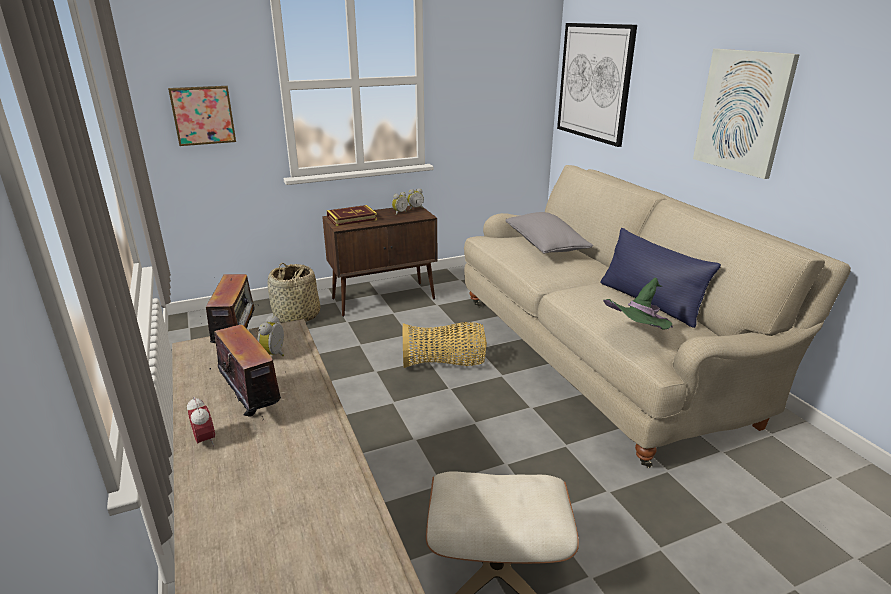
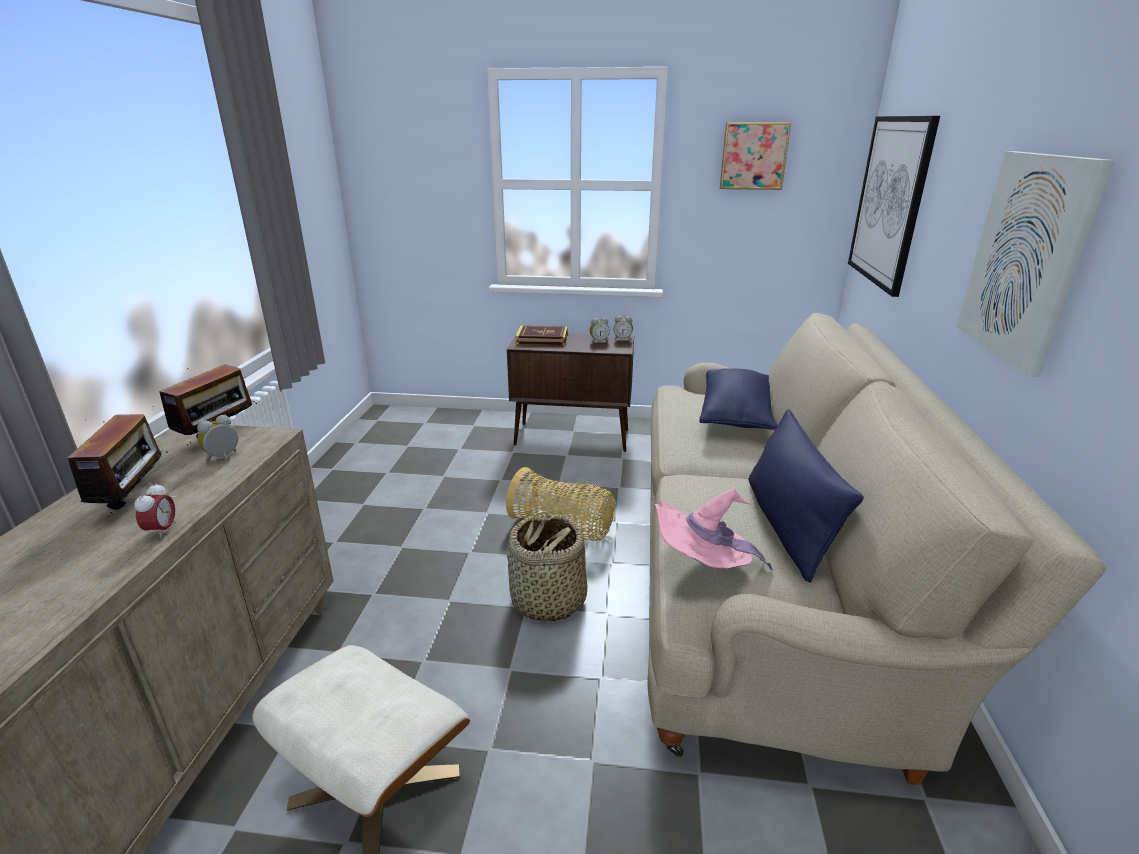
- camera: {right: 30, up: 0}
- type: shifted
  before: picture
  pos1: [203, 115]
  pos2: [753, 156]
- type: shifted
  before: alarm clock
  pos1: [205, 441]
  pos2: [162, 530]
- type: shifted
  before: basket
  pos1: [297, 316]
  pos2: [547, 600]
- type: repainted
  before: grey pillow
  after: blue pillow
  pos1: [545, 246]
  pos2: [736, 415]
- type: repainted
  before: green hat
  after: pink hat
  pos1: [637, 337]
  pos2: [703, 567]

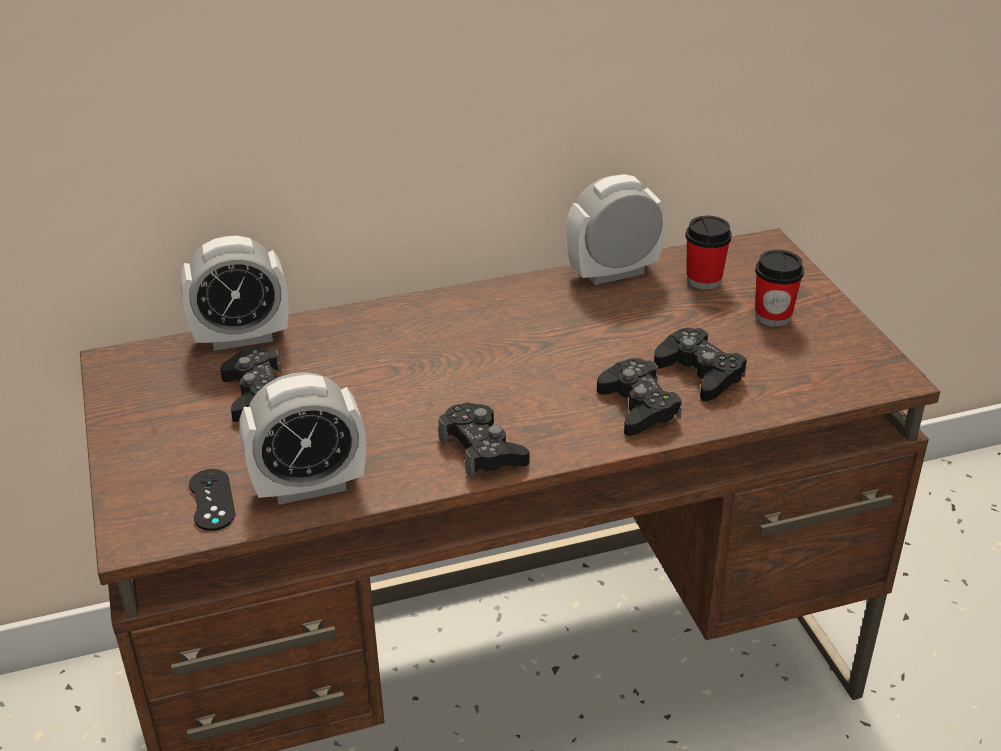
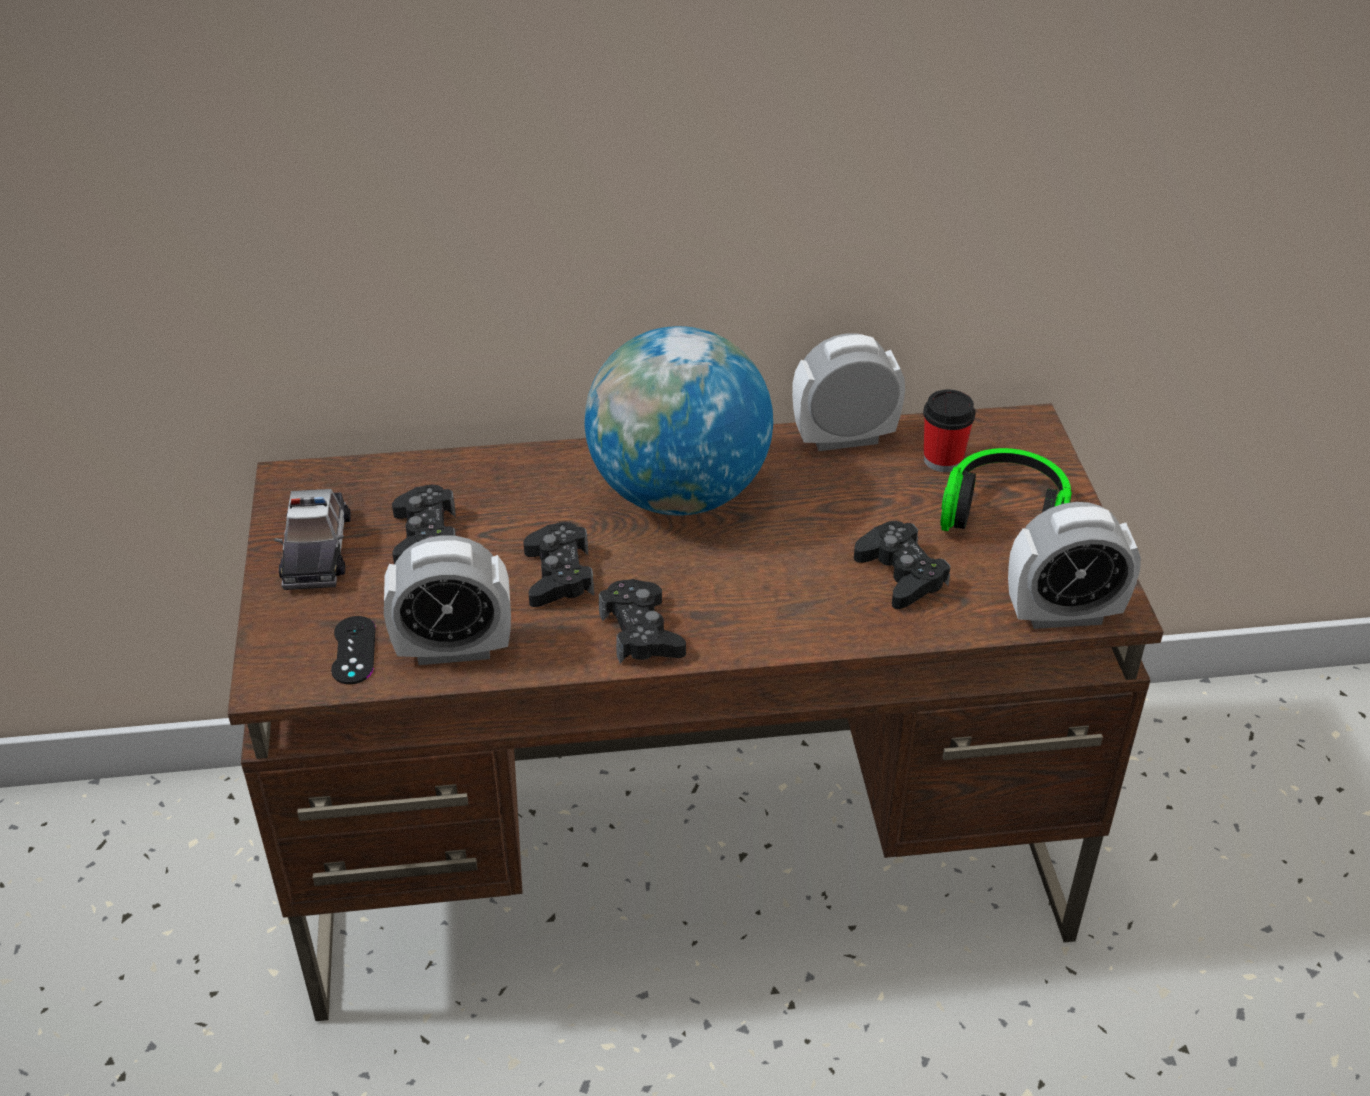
- camera: {right: 10, up: 5}
- type: new
  after: toy car
  pos2: [315, 550]
- type: new
  after: globe
  pos2: [678, 494]
- type: shifted
  before: alarm clock
  pos1: [242, 337]
  pos2: [1063, 614]
- type: shifted
  before: black game controller
  pos1: [638, 406]
  pos2: [558, 575]
- type: swapped
  before: cup
  after: headphones
  pos1: [773, 316]
  pos2: [1006, 515]

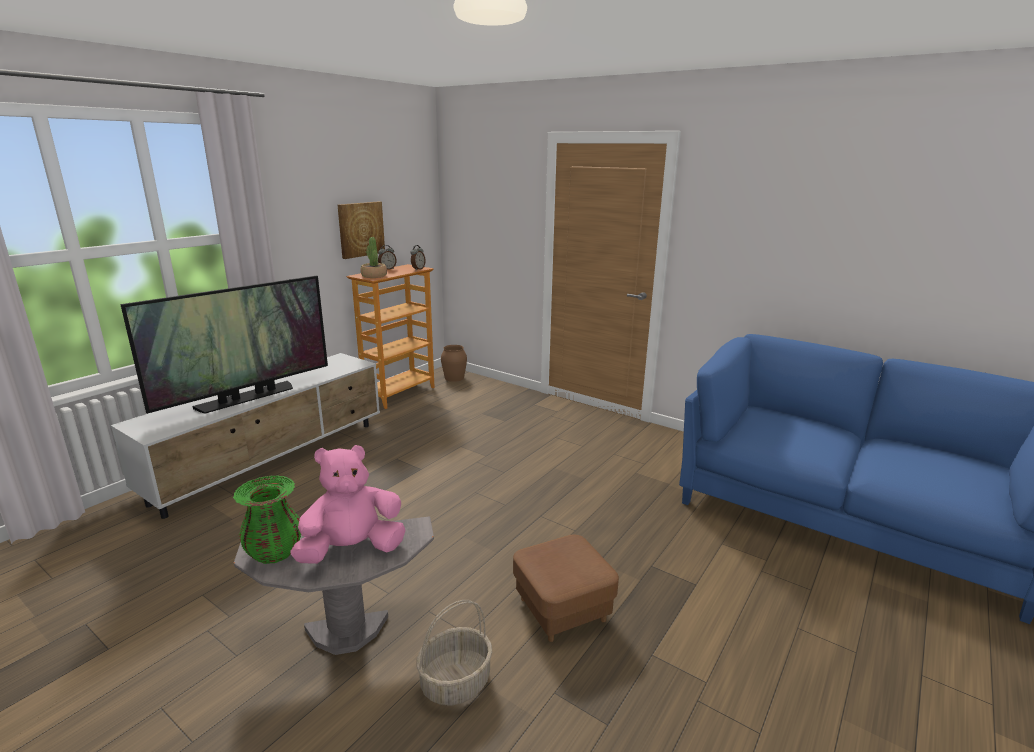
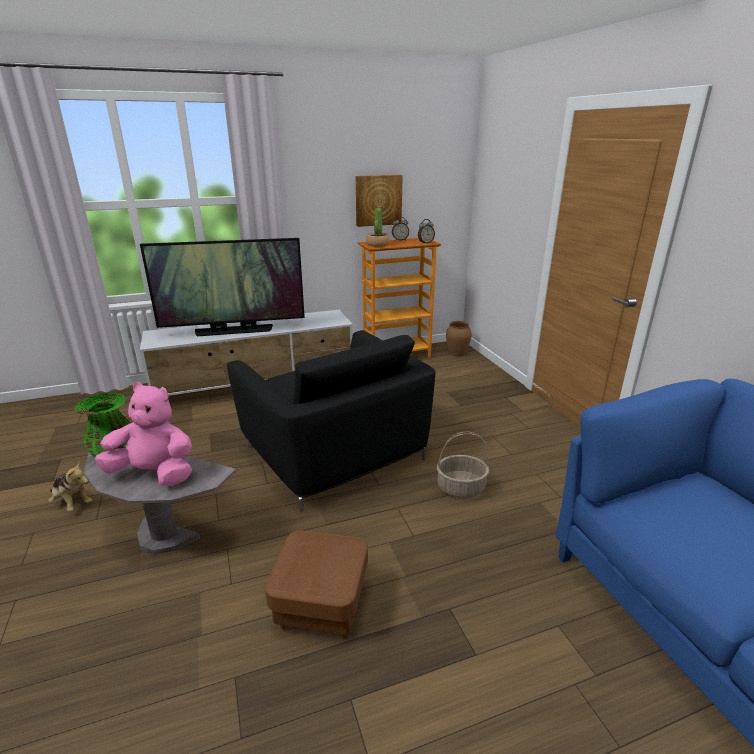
- camera: {right: 35, up: 5}
- type: new
  after: plush toy
  pos2: [72, 503]
- type: new
  after: black armchair
  pos2: [334, 453]
- type: shifted
  before: basket
  pos1: [456, 682]
  pos2: [461, 488]

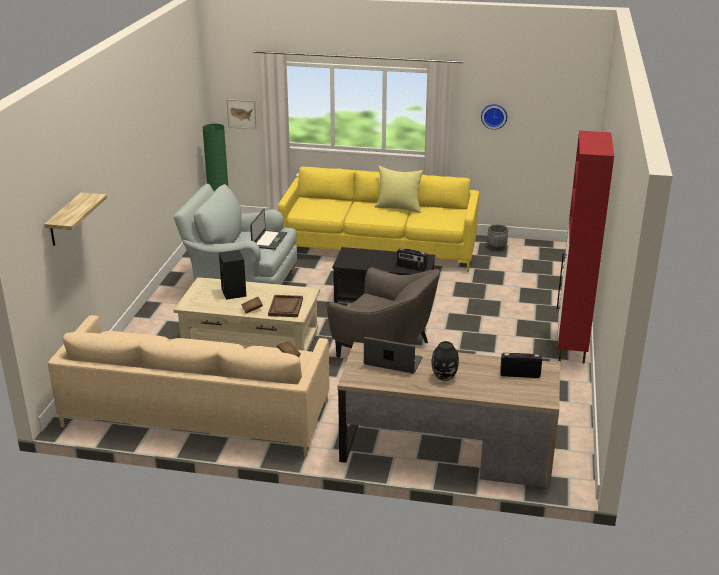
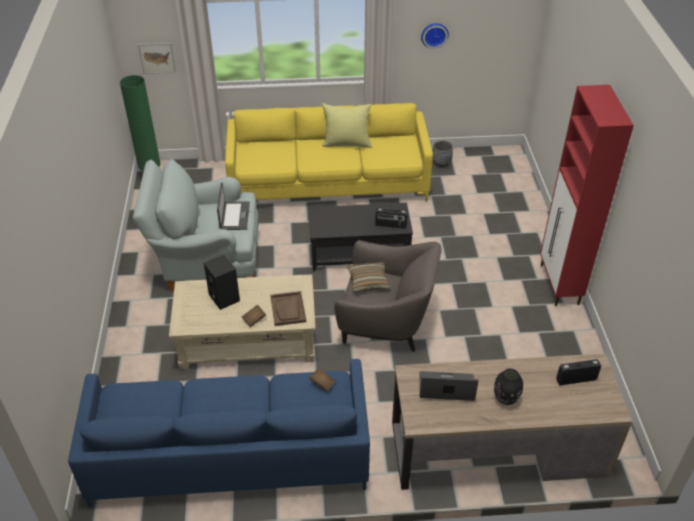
- camera: {right: -15, up: 15}
- type: gone
  before: shelf
  pos1: [64, 220]
- type: new
  after: pillow
  pos2: [368, 281]
- type: repainted
  before: beige sofa
  after: blue sofa
  pos1: [197, 413]
  pos2: [230, 454]

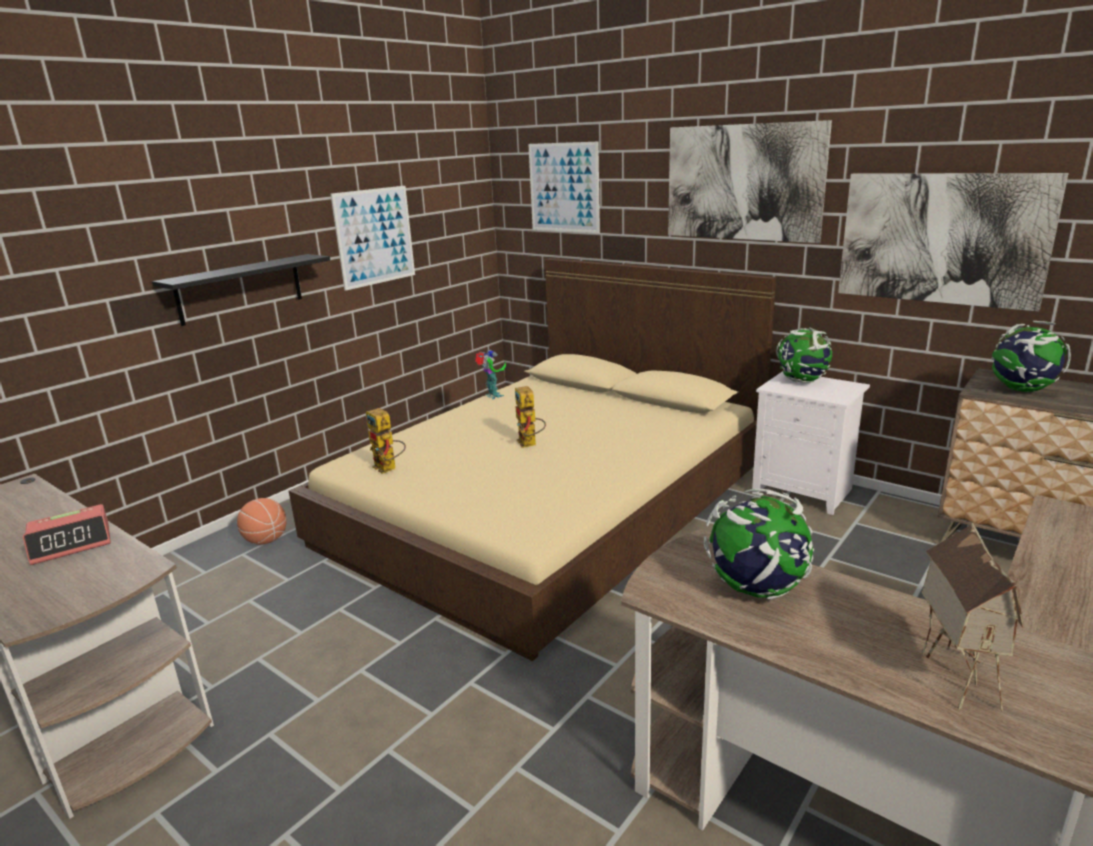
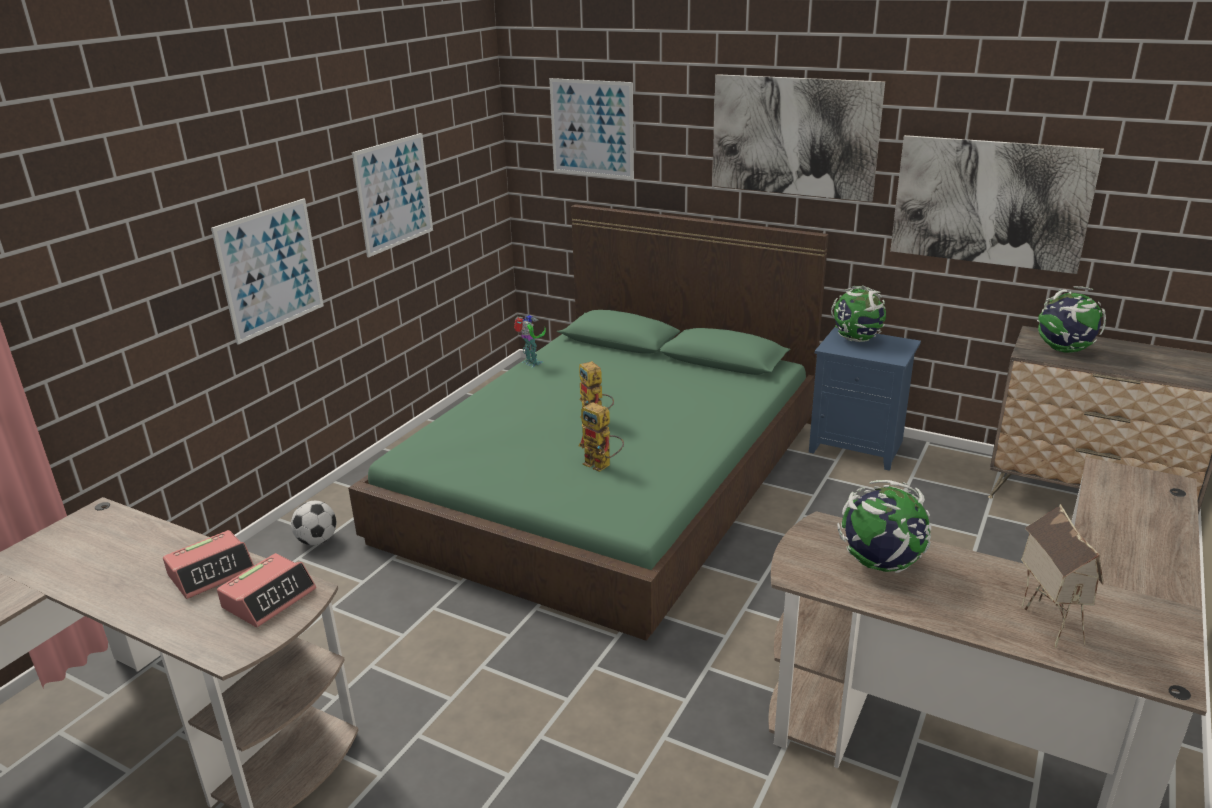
- camera: {right: -10, up: 5}
- type: new
  after: alarm clock
  pos2: [269, 598]
- type: shifted
  before: toy robot
  pos1: [389, 469]
  pos2: [602, 465]
- type: swapped
  before: black shelf
  after: picture
  pos1: [240, 289]
  pos2: [270, 269]
- type: swapped
  before: basketball
  after: football
  pos1: [266, 540]
  pos2: [317, 541]
- type: repainted
  before: beige bed
  after: green bed
  pos1: [550, 503]
  pos2: [609, 476]
- type: repainted
  before: white nightstand
  after: blue nightstand
  pos1: [804, 491]
  pos2: [858, 447]

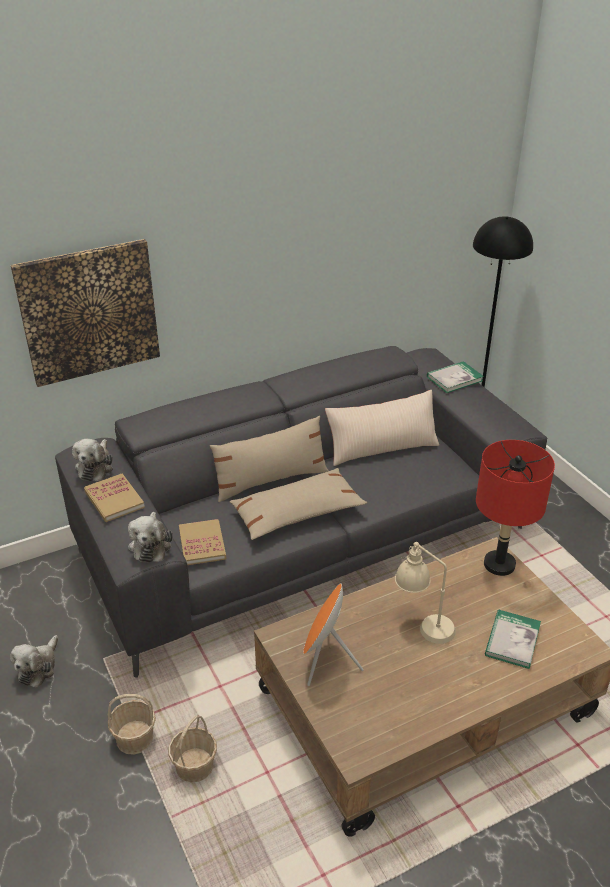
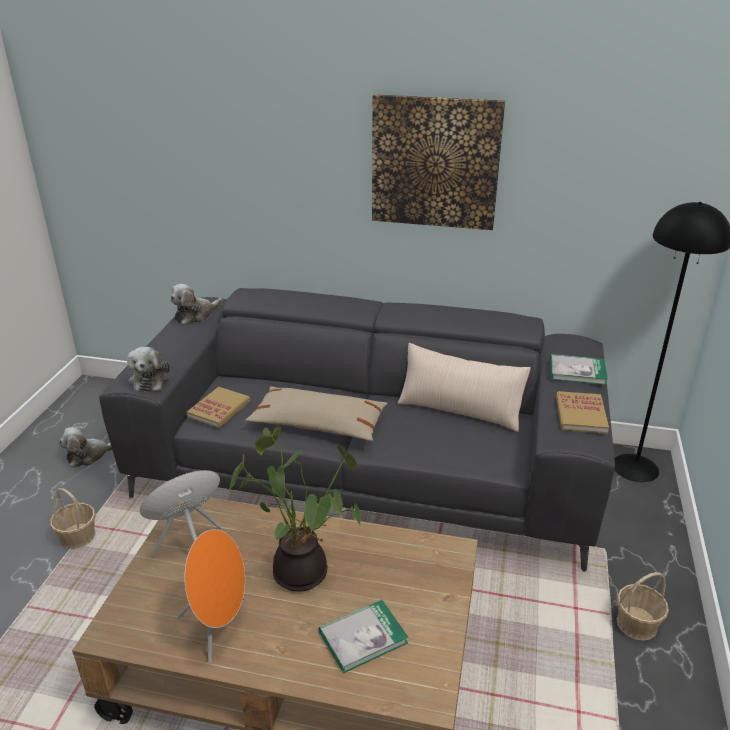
- camera: {right: 40, up: -5}
- type: gone
  before: beige pillow
  pos1: [270, 480]
- type: gone
  before: red table lamp
  pos1: [499, 564]
- type: new
  after: orange speaker
  pos2: [219, 627]
- type: shifted
  before: picture
  pos1: [89, 312]
  pos2: [435, 162]
- type: shifted
  before: book
  pos1: [114, 499]
  pos2: [580, 414]
- type: shifted
  before: basket
  pos1: [195, 766]
  pos2: [637, 624]
- type: swapped
  before: beige table lamp
  after: potted plant
  pos1: [422, 625]
  pos2: [303, 570]
- type: rotated
  before: plush toy
  pos1: [150, 545]
  pos2: [150, 379]
  turn: -45

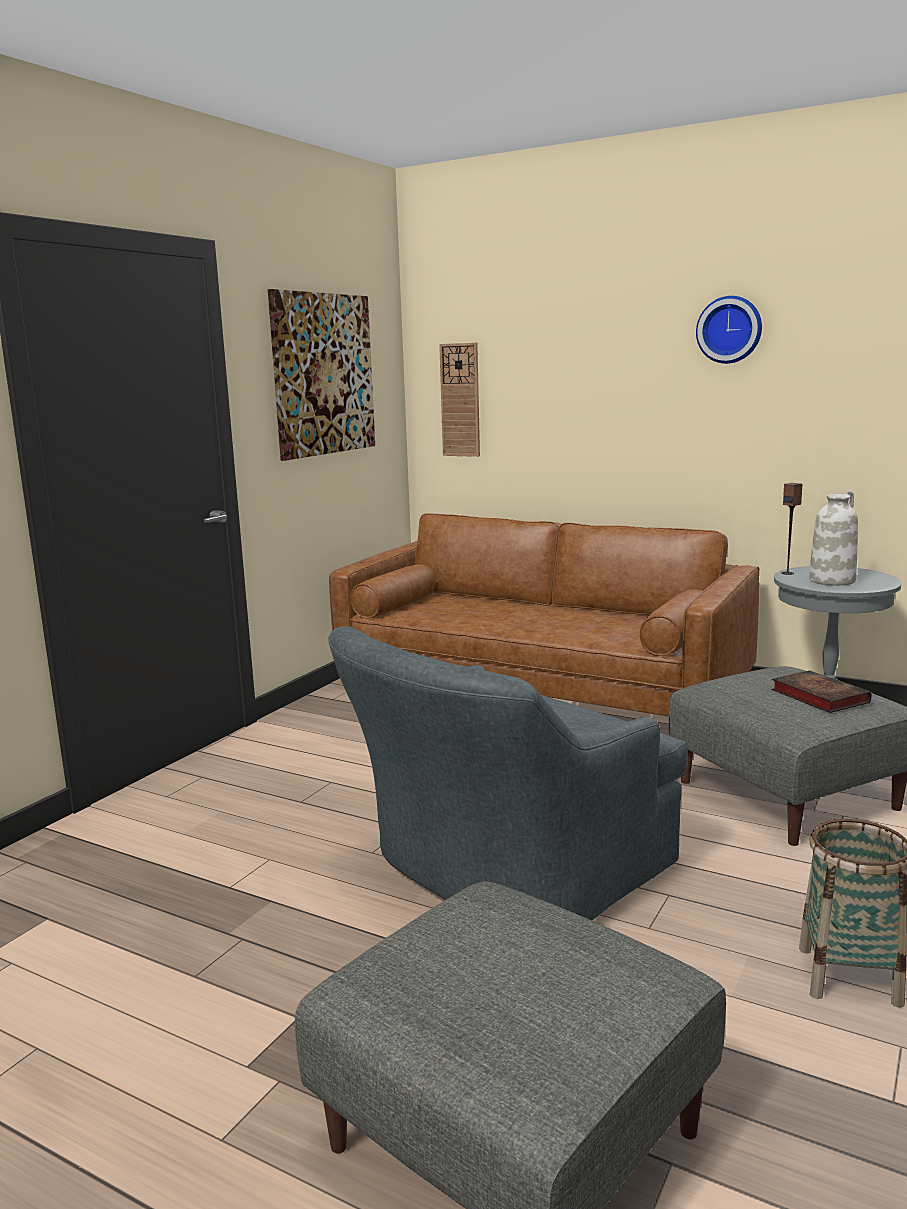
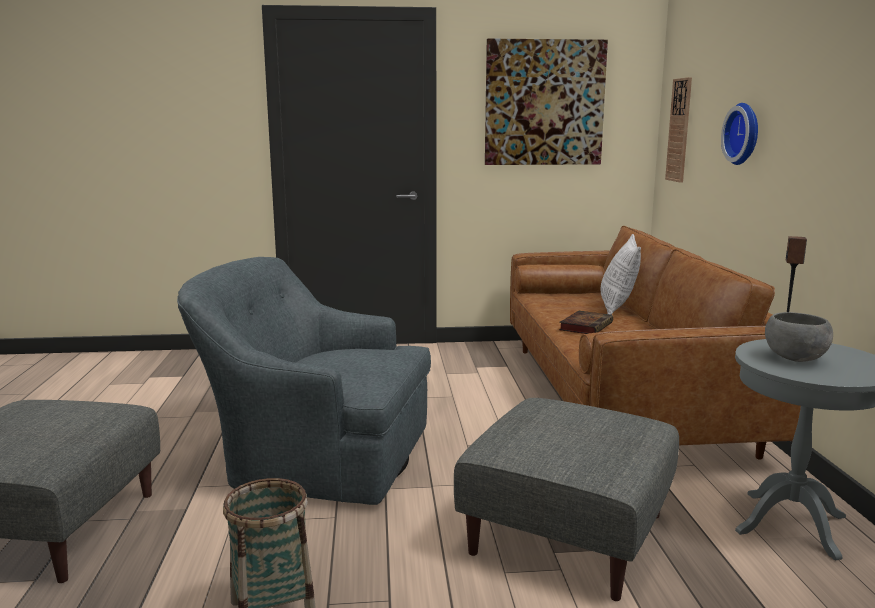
- camera: {right: 55, up: 0}
- type: new
  after: pillow
  pos2: [617, 309]
- type: shifted
  before: wall clock
  pos1: [730, 330]
  pos2: [744, 134]
- type: shifted
  before: book
  pos1: [817, 696]
  pos2: [586, 326]
- type: swapped
  before: white vase
  after: grey bowl
  pos1: [832, 580]
  pos2: [795, 358]

